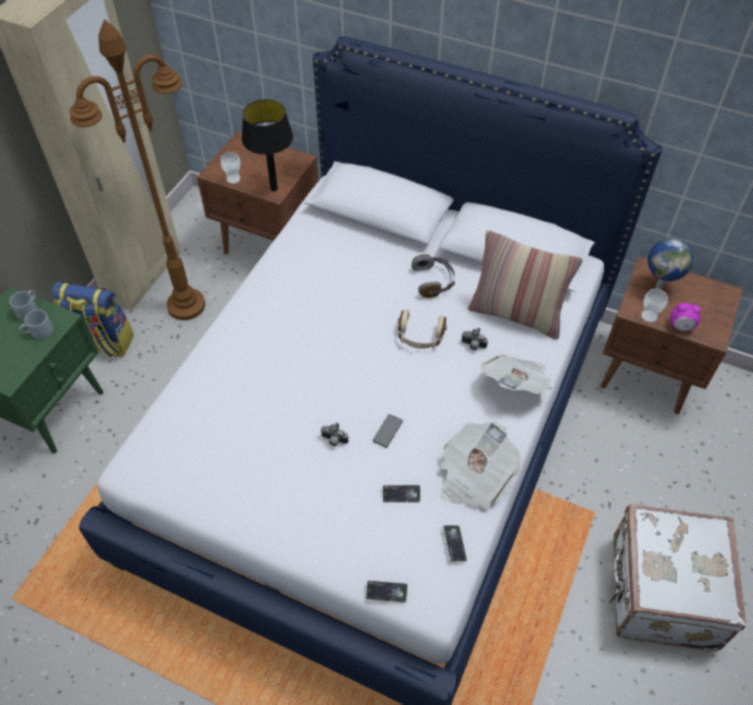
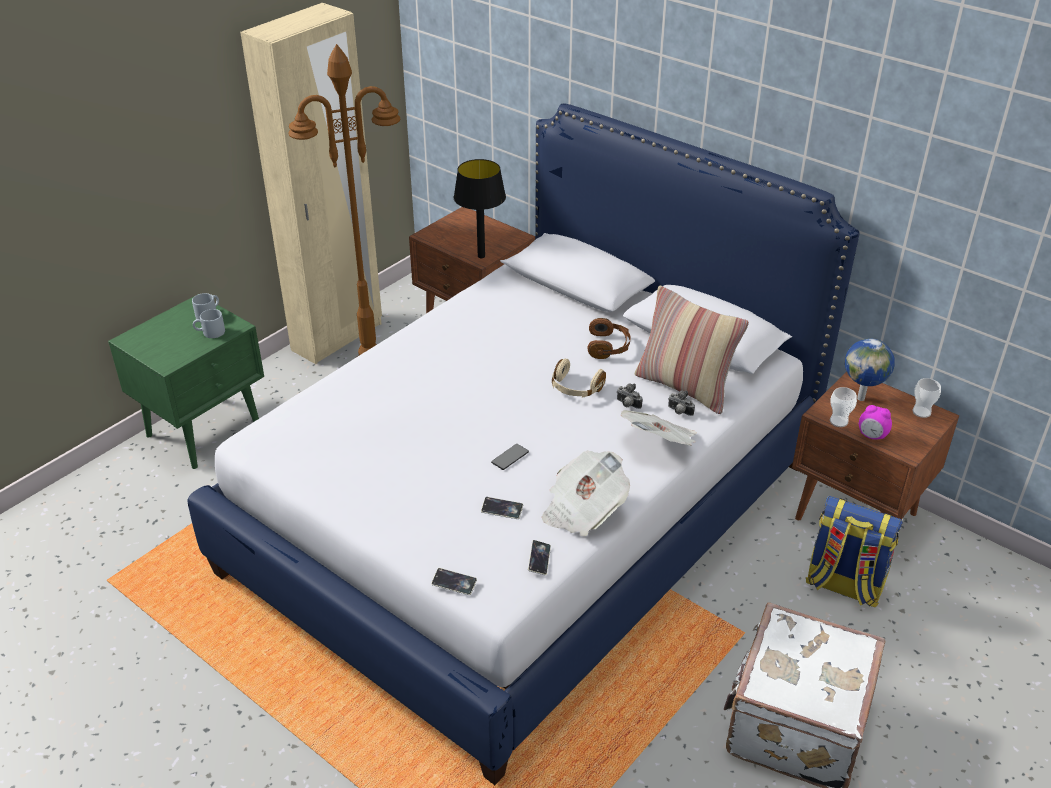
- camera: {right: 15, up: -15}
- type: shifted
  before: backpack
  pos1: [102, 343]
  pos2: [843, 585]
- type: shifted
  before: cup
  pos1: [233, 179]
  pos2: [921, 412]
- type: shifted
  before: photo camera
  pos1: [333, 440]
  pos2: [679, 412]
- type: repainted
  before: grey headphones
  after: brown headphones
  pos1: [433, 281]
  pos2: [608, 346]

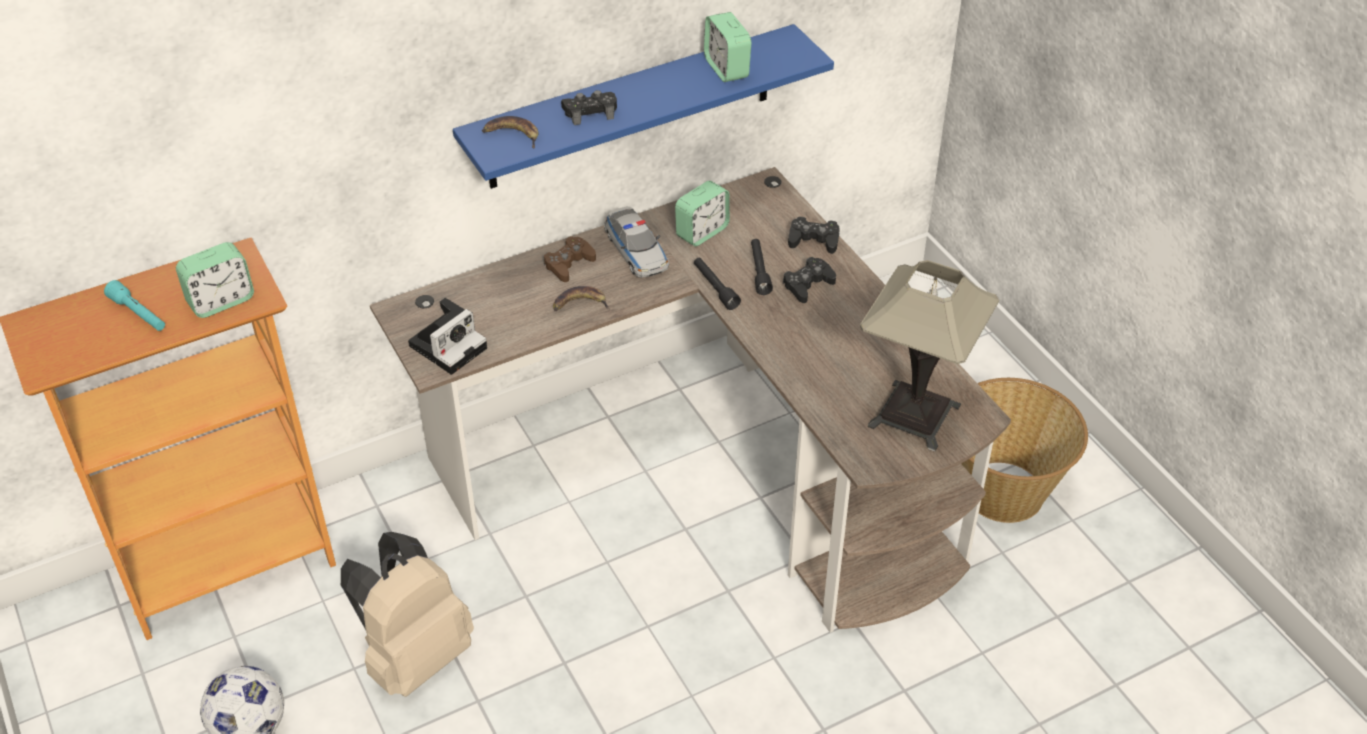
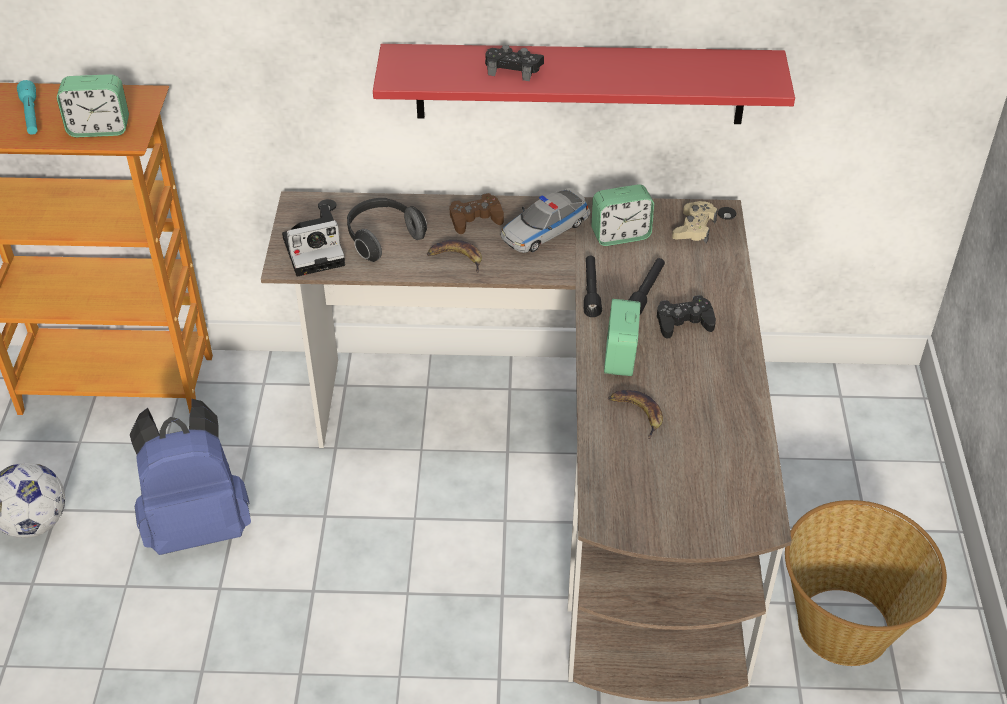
- camera: {right: 30, up: 0}
- type: gone
  before: black game controller
  pos1: [813, 240]
- type: gone
  before: table lamp
  pos1: [914, 415]
- type: new
  after: headphones
  pos2: [382, 238]
- type: new
  after: beige game controller
  pos2: [694, 228]
- type: shifted
  before: banana
  pos1: [512, 134]
  pos2: [636, 413]
- type: shifted
  before: alarm clock
  pos1: [726, 68]
  pos2: [620, 357]
- type: repainted
  before: beige backpack
  after: blue backpack
  pos1: [414, 656]
  pos2: [198, 525]
- type: repainted
  before: blue shelf
  after: red shelf
  pos1: [631, 108]
  pos2: [580, 83]
- type: rotated
  before: toy car
  pos1: [636, 251]
  pos2: [545, 230]
  turn: 45

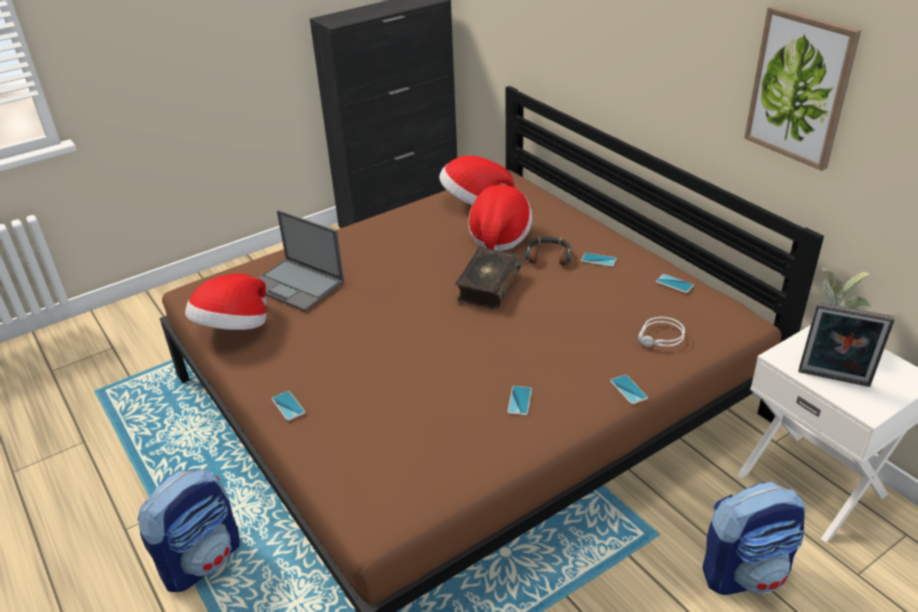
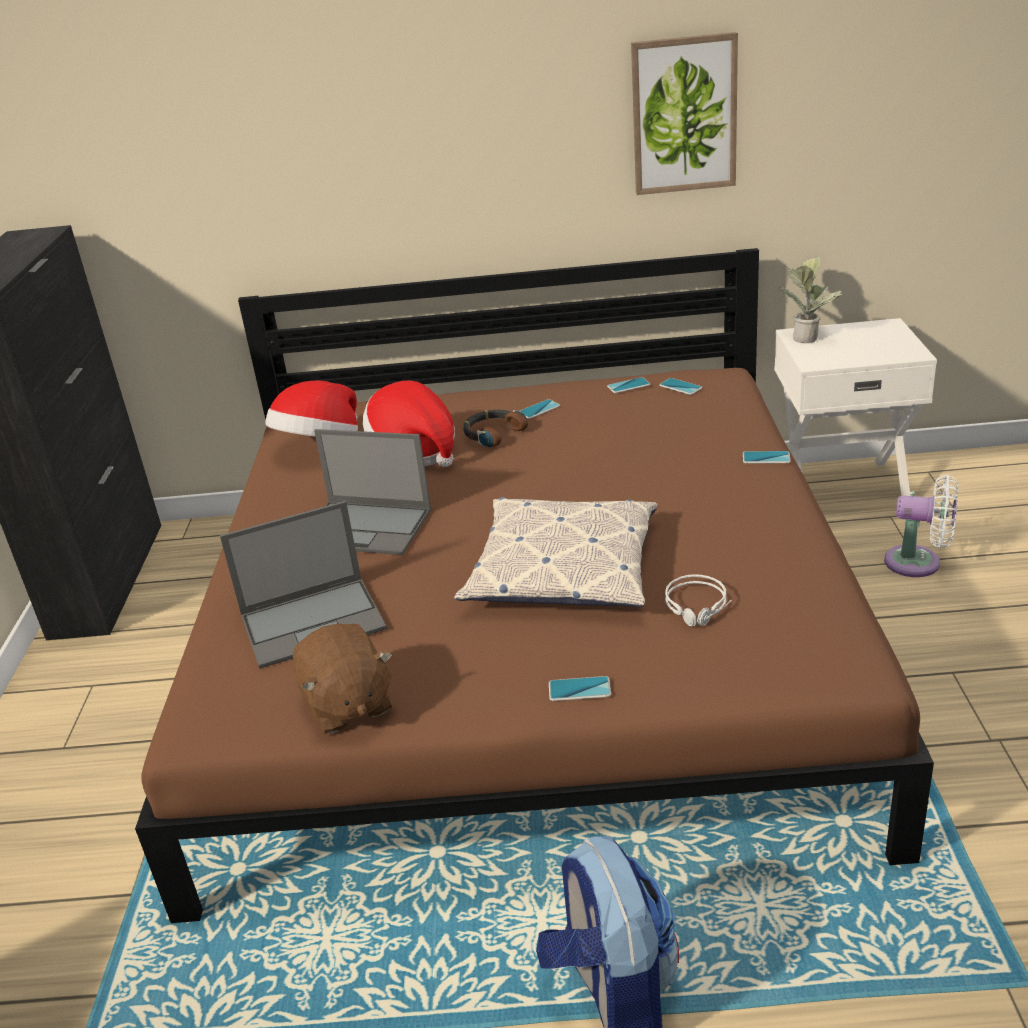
- camera: {right: -55, up: -5}
- type: gone
  before: book
  pos1: [487, 286]
- type: gone
  before: picture frame
  pos1: [833, 380]
- type: new
  after: laptop
  pos2: [367, 527]
- type: new
  after: pillow
  pos2: [563, 569]
- type: shifted
  before: phone
  pos1: [519, 401]
  pos2: [680, 387]
- type: shifted
  before: grey headphones
  pos1: [660, 338]
  pos2: [698, 606]
- type: swapped
  before: hat
  after: brown plush toy
  pos1: [233, 329]
  pos2: [347, 705]
- type: swapped
  before: backpack
  after: white fan
  pos1: [745, 572]
  pos2: [918, 563]

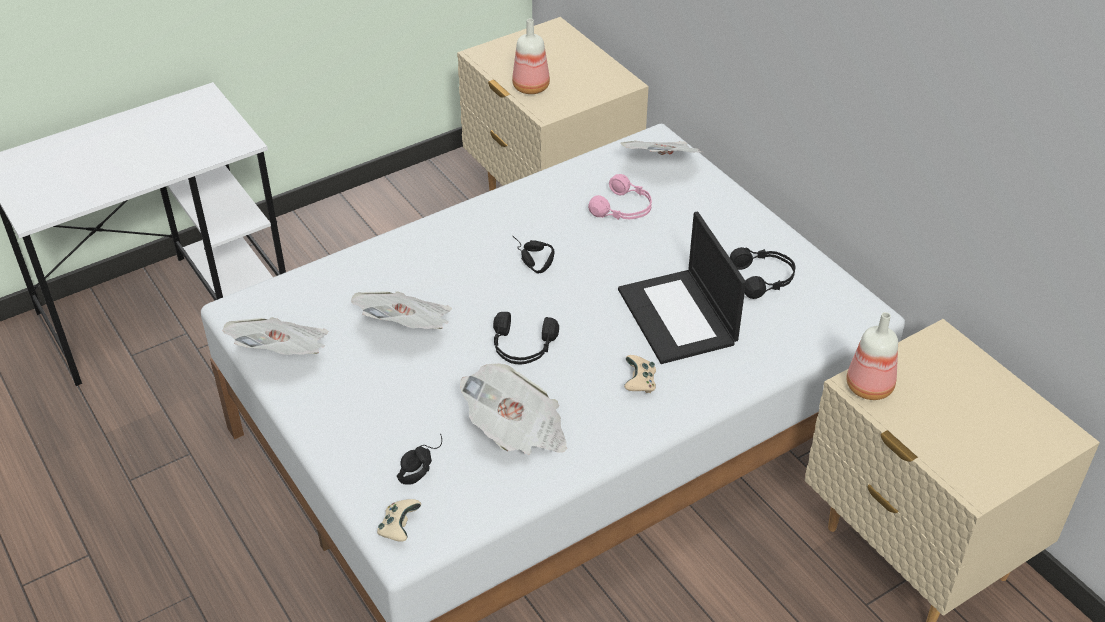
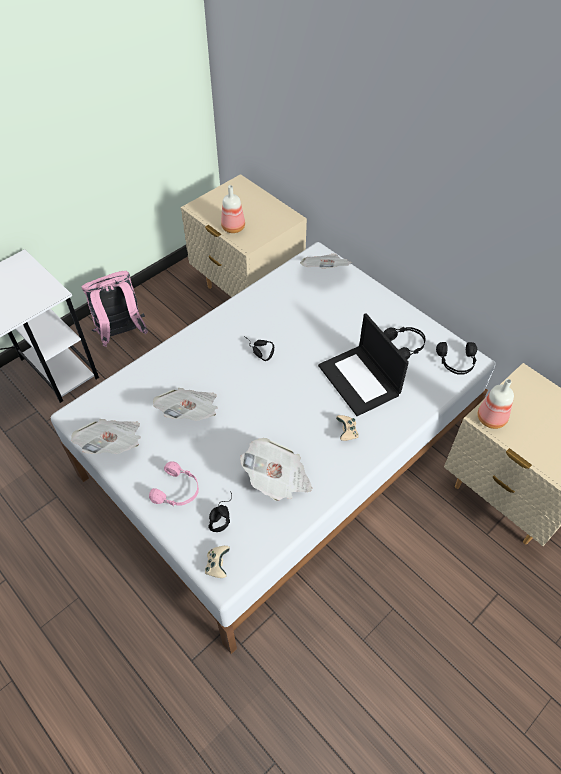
- camera: {right: -10, up: 10}
- type: new
  after: pink backpack
  pos2: [121, 334]
- type: shifted
  before: black headphones
  pos1: [522, 348]
  pos2: [456, 362]
- type: shifted
  before: pink headphones
  pos1: [624, 209]
  pos2: [178, 490]

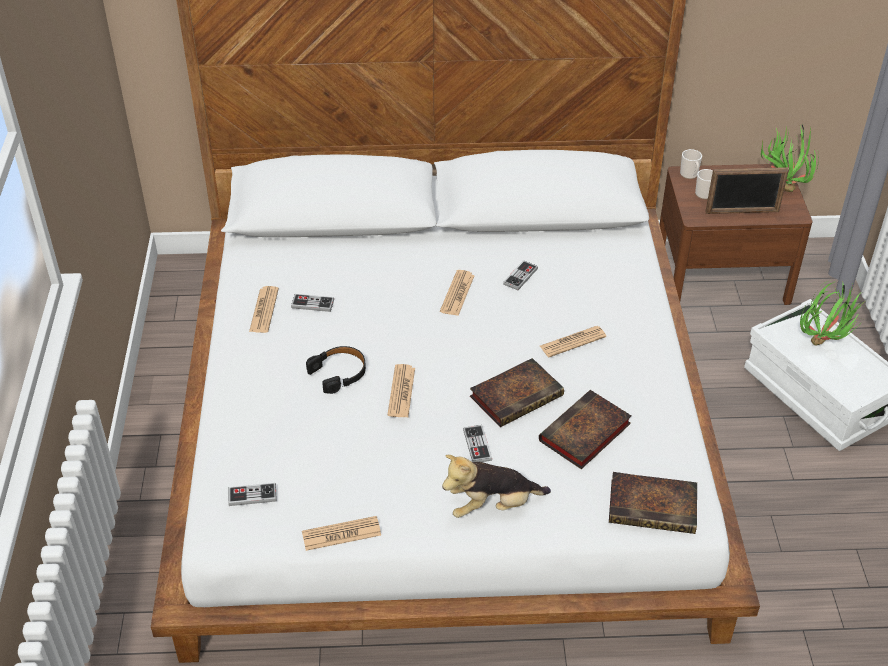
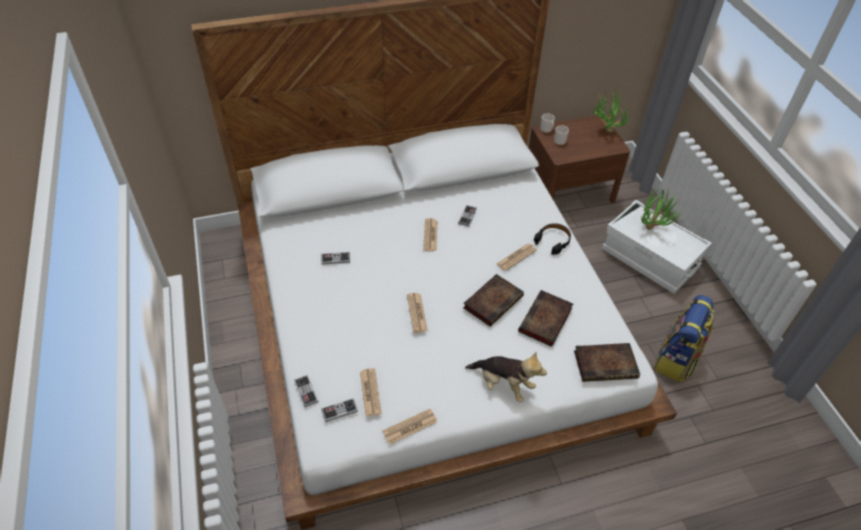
- camera: {right: -15, up: 5}
- type: gone
  before: picture frame
  pos1: [742, 212]
- type: new
  after: backpack
  pos2: [676, 360]
- type: shifted
  before: newspaper
  pos1: [264, 310]
  pos2: [370, 392]
- type: shifted
  before: black headphones
  pos1: [339, 373]
  pos2: [553, 241]
- type: shifted
  before: game controller
  pos1: [477, 445]
  pos2: [306, 391]
- type: rotated
  before: plush toy
  pos1: [492, 506]
  pos2: [503, 384]
  turn: -120

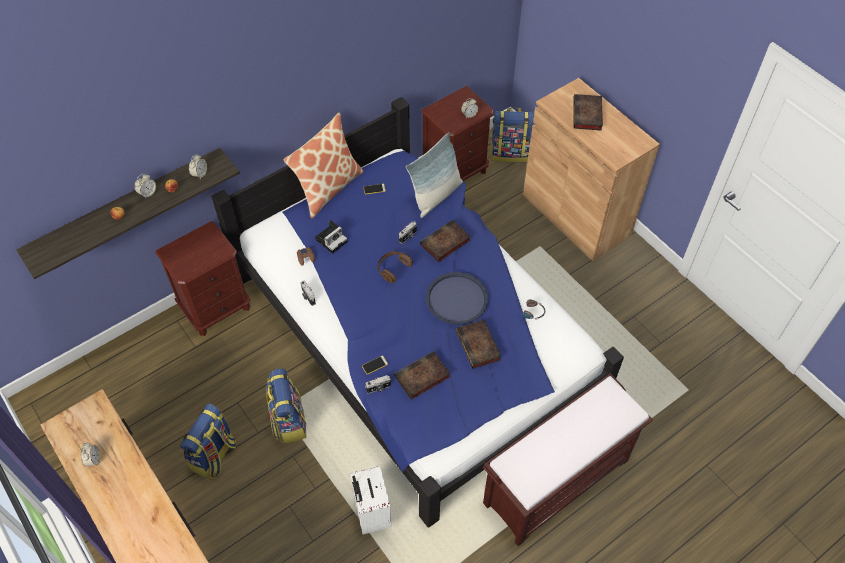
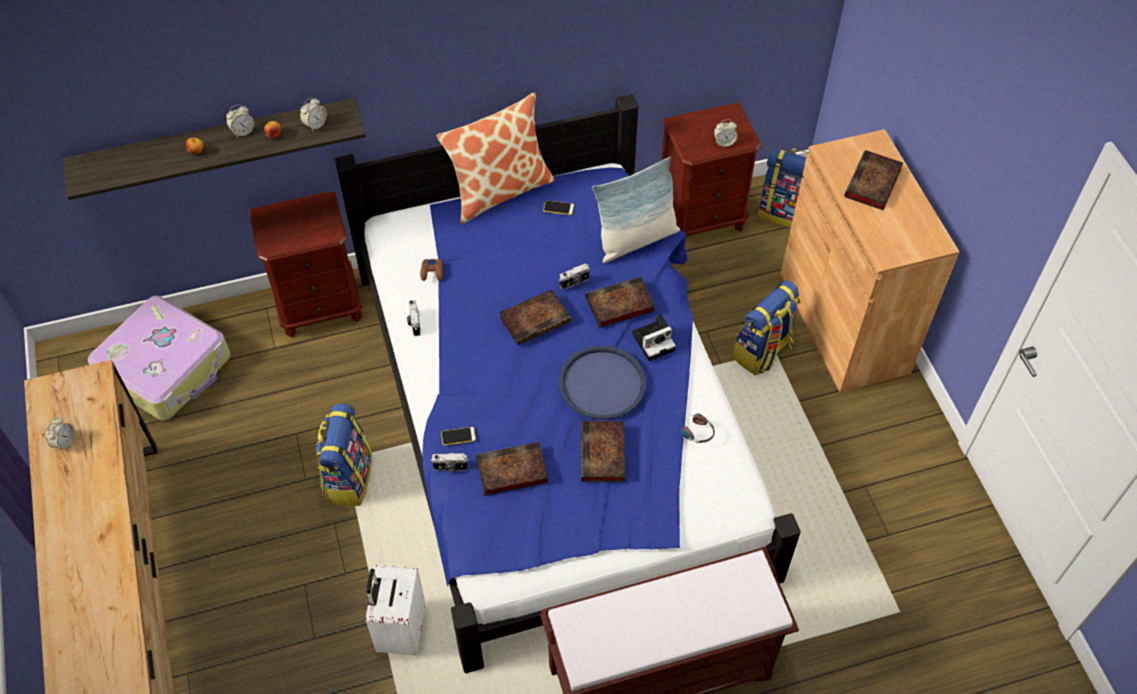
- camera: {right: 20, up: 0}
- type: new
  after: suitcase
  pos2: [167, 368]
- type: shifted
  before: backpack
  pos1: [214, 456]
  pos2: [763, 352]
- type: shifted
  before: photo camera
  pos1: [332, 239]
  pos2: [654, 340]
- type: swapped
  before: brown headphones
  after: book
  pos1: [393, 269]
  pos2: [536, 319]

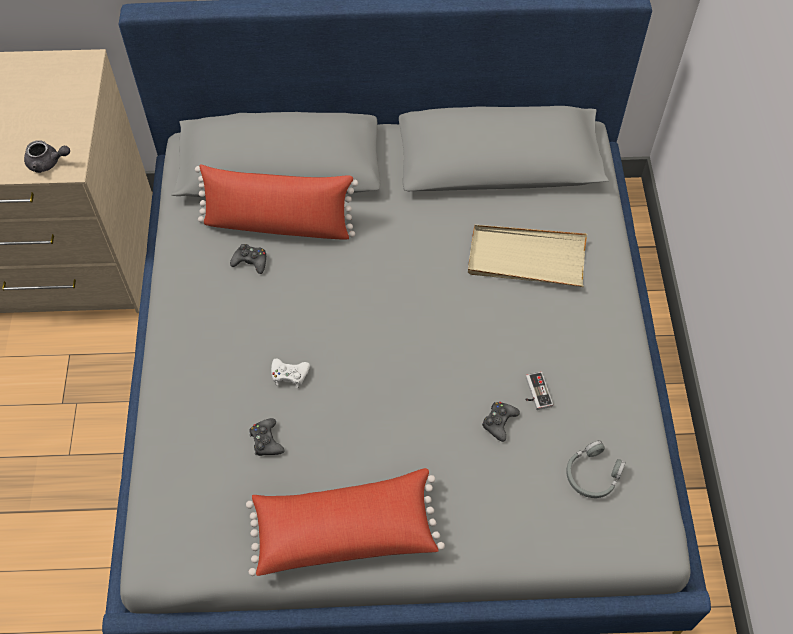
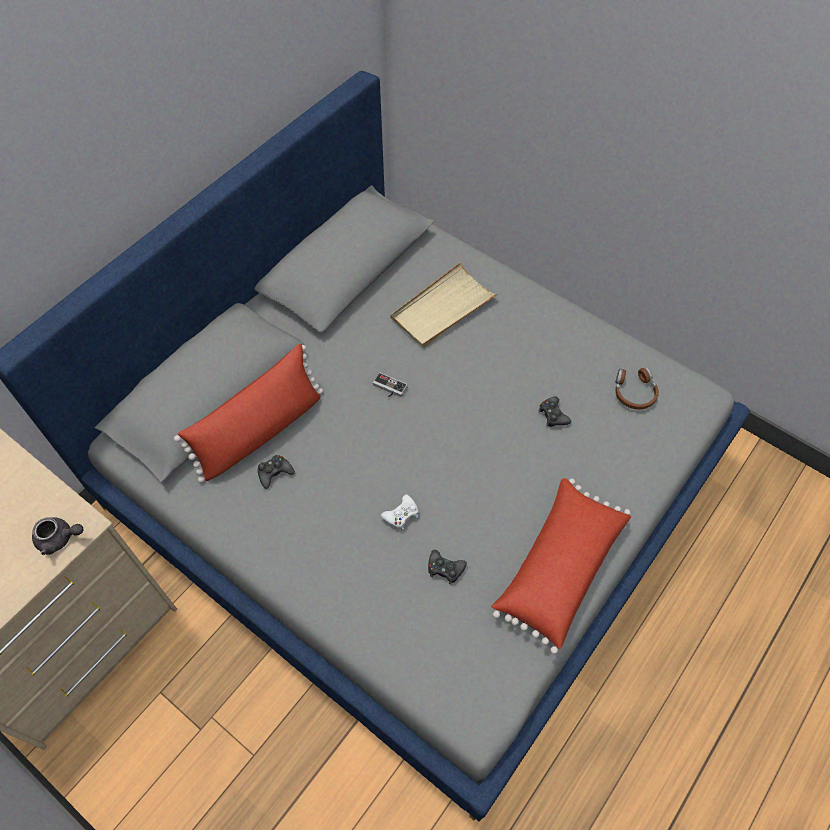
- camera: {right: -50, up: 0}
- type: shifted
  before: game controller
  pos1: [534, 393]
  pos2: [388, 388]
- type: repainted
  before: grey headphones
  after: brown headphones
  pos1: [593, 474]
  pos2: [634, 392]
- type: rotated
  before: grey teapot
  pos1: [48, 163]
  pos2: [59, 539]
  turn: 45

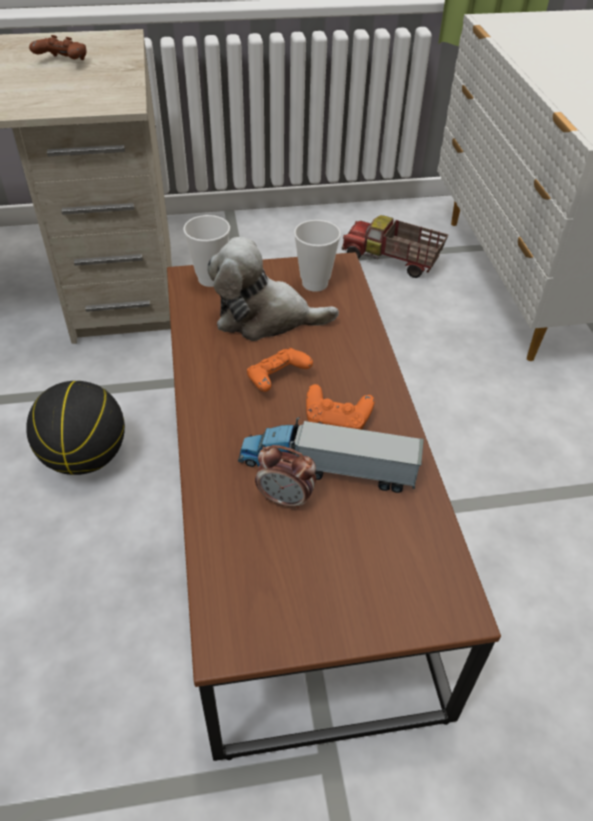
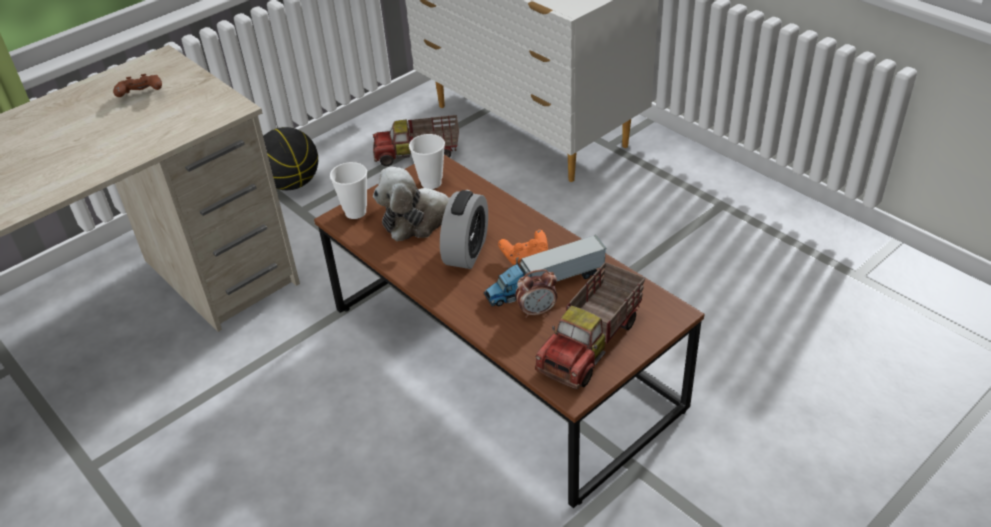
- camera: {right: -30, up: -5}
- type: new
  after: toy truck
  pos2: [592, 344]
- type: shifted
  before: basketball
  pos1: [86, 457]
  pos2: [292, 183]
- type: swapped
  before: orange game controller
  after: alarm clock
  pos1: [277, 379]
  pos2: [466, 252]

